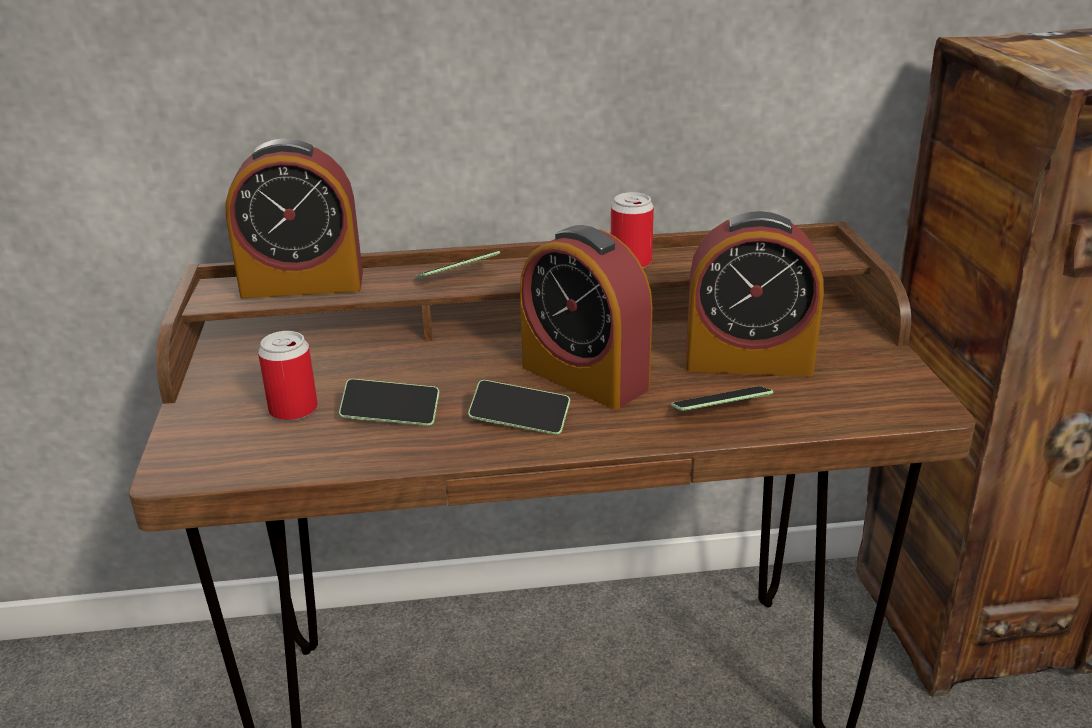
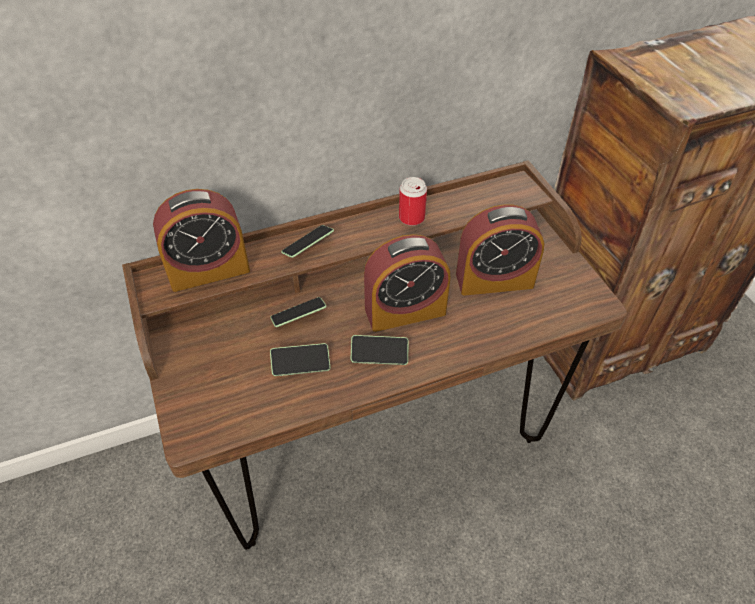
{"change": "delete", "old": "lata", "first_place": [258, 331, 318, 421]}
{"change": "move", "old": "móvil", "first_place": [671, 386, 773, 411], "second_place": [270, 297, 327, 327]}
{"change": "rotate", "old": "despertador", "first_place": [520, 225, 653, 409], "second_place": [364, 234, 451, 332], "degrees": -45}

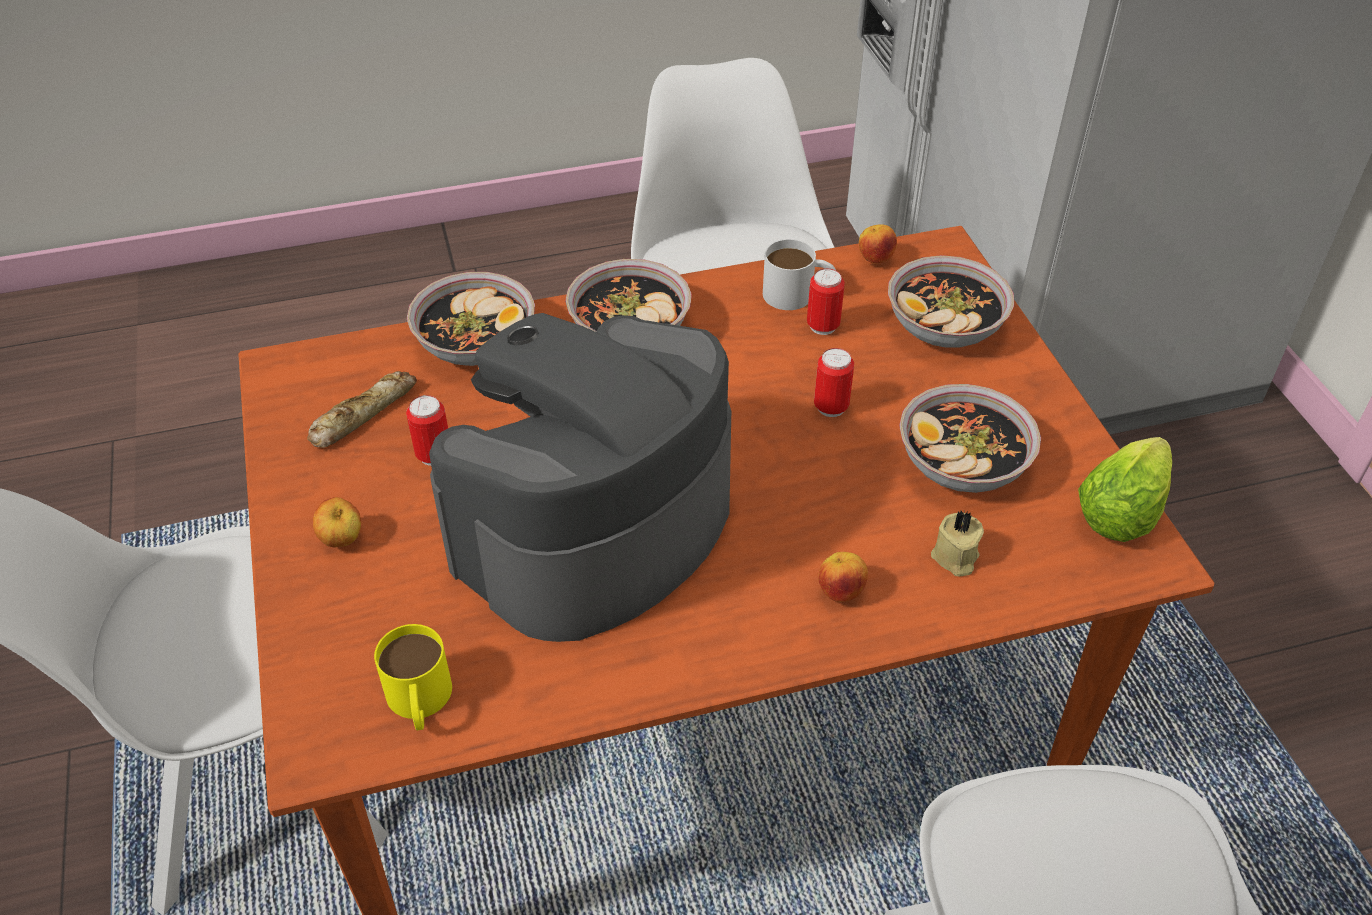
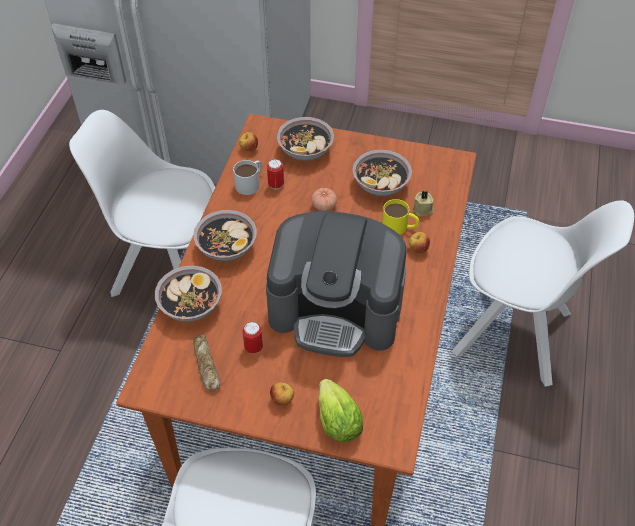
{"change": "move", "old": "taza grande/amarillo", "first_place": [374, 624, 452, 730], "second_place": [382, 199, 419, 235]}
{"change": "move", "old": "lechuga", "first_place": [1078, 437, 1172, 542], "second_place": [318, 379, 363, 442]}
{"change": "replace", "old": "lata", "new": "tomate", "first_place": [814, 348, 854, 417], "second_place": [311, 188, 337, 211]}
{"change": "rotate", "old": "cafetera", "first_place": [429, 313, 731, 642], "second_place": [266, 211, 407, 357], "degrees": -60}

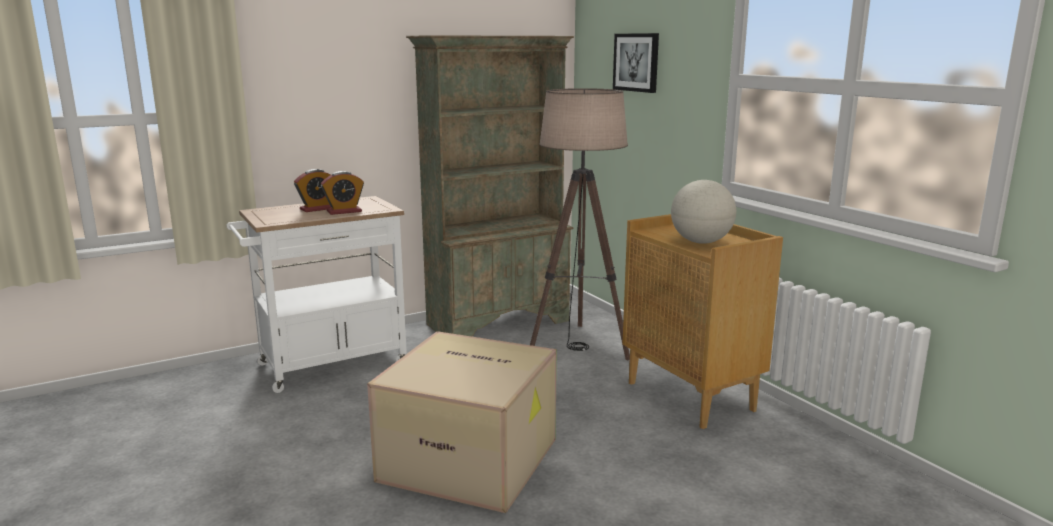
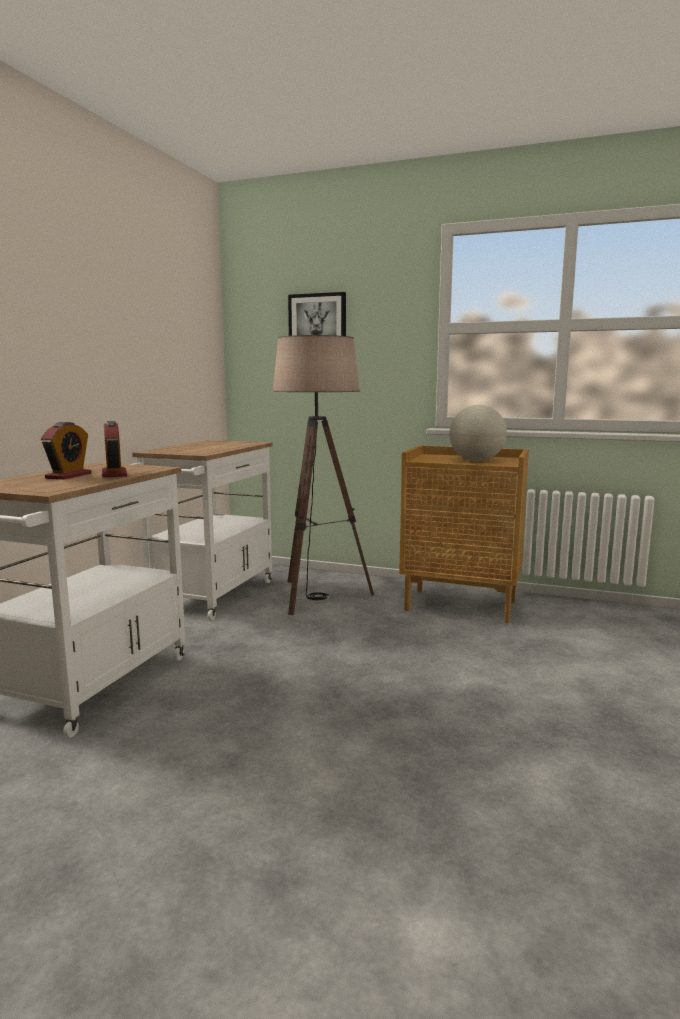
{"change": "delete", "old": "caja de cartón", "first_place": [367, 331, 557, 513]}
{"change": "replace", "old": "estantería/verde", "new": "carrito/blanco", "first_place": [406, 35, 574, 337], "second_place": [132, 440, 272, 620]}
{"change": "rotate", "old": "despertador", "first_place": [320, 171, 364, 215], "second_place": [102, 421, 127, 477], "degrees": 135}

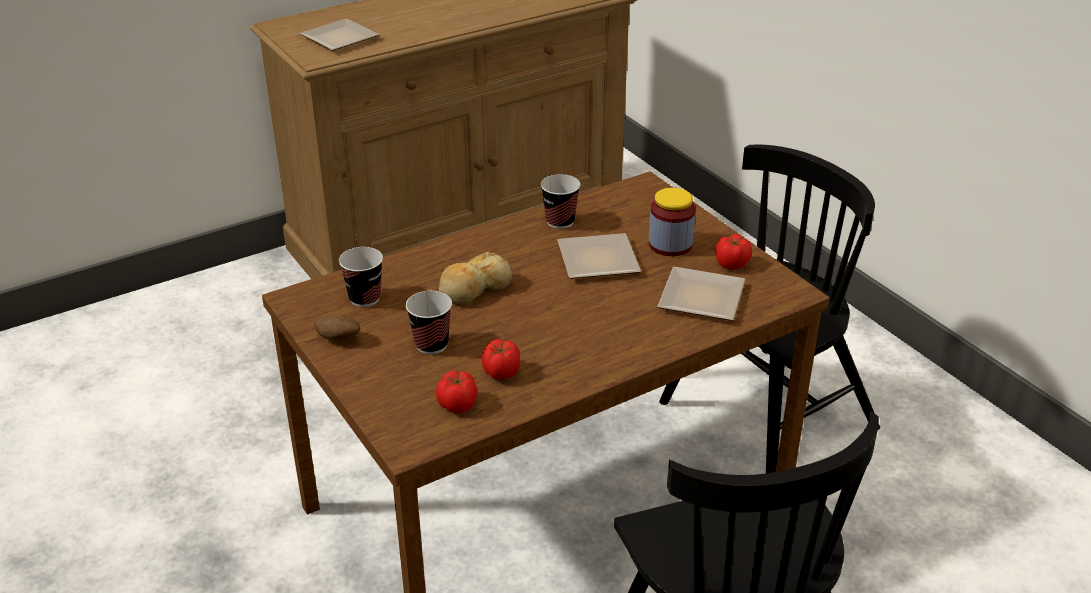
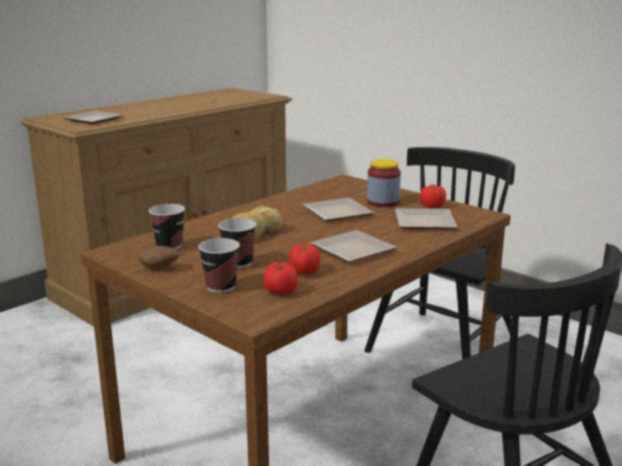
{"change": "insert", "new": "plato", "second_place": [310, 230, 397, 262]}
{"change": "move", "old": "taza", "first_place": [541, 174, 580, 229], "second_place": [198, 238, 240, 293]}

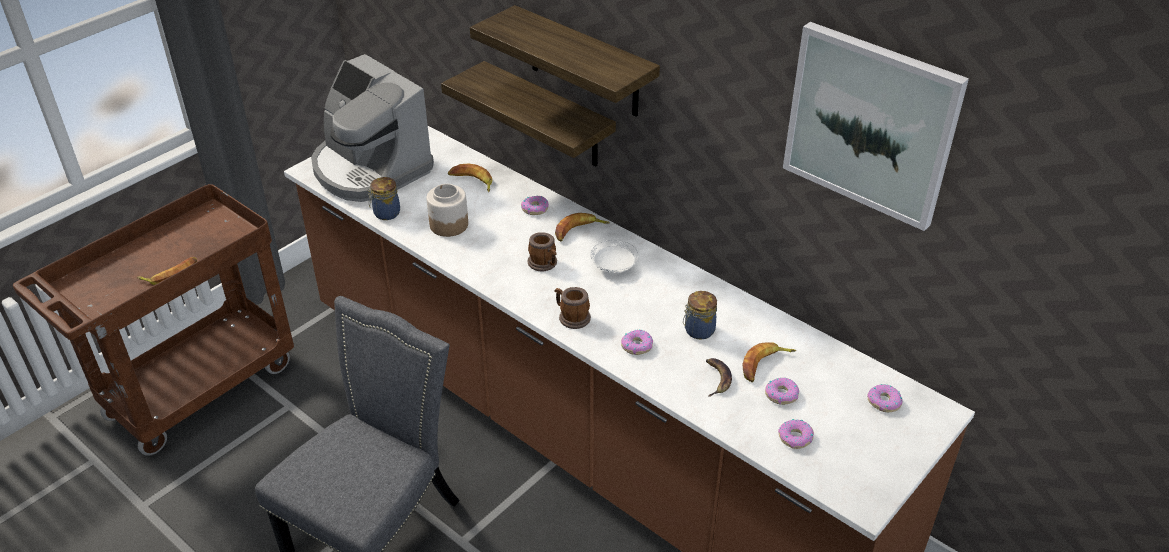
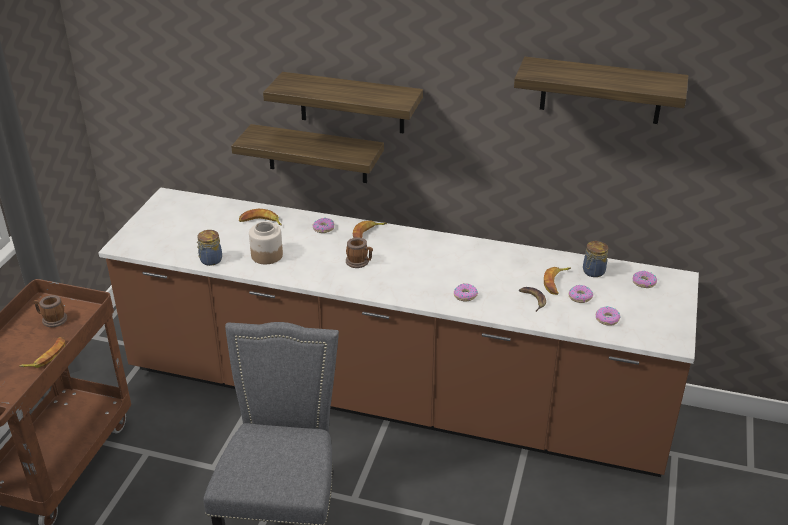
{"change": "delete", "old": "cafetera", "first_place": [311, 54, 434, 202]}
{"change": "delete", "old": "plato/blanco", "first_place": [590, 240, 639, 273]}
{"change": "move", "old": "taza grande", "first_place": [555, 287, 591, 329], "second_place": [33, 295, 67, 327]}
{"change": "move", "old": "tarro", "first_place": [683, 291, 717, 340], "second_place": [583, 241, 608, 277]}
{"change": "replace", "old": "cuadro", "new": "estante", "first_place": [783, 22, 969, 231], "second_place": [514, 57, 688, 124]}

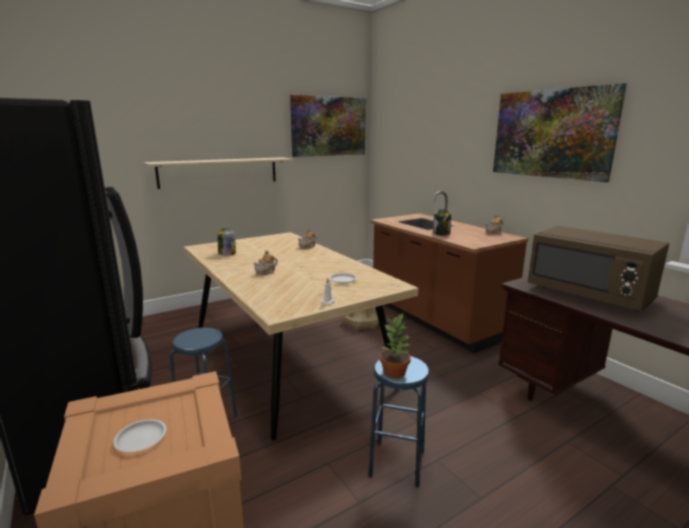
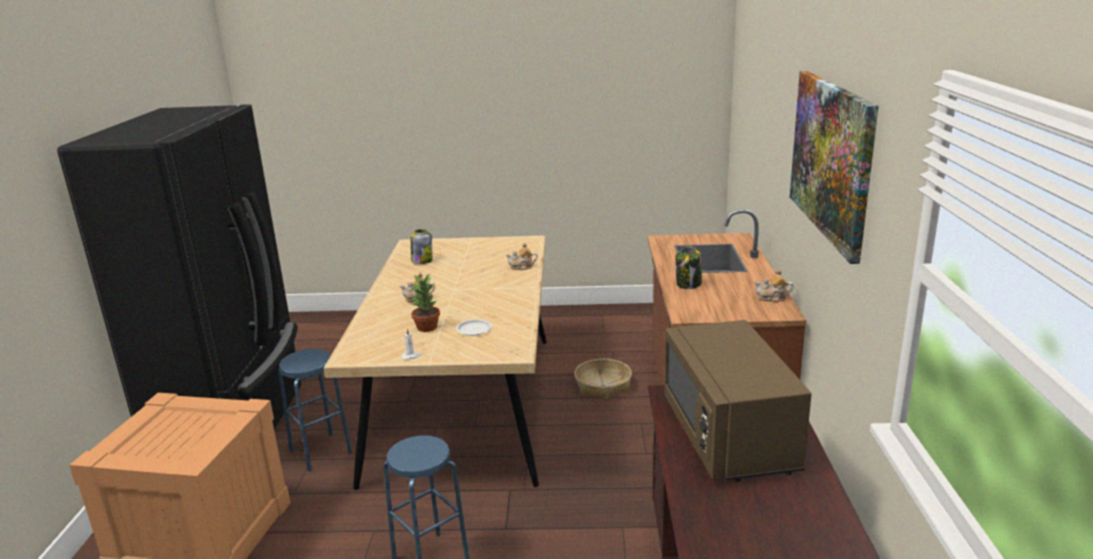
{"change": "delete", "old": "plato/blanco", "first_place": [113, 419, 166, 452]}
{"change": "delete", "old": "estante/beis", "first_place": [143, 157, 294, 189]}
{"change": "delete", "old": "cuadro", "first_place": [290, 95, 366, 157]}
{"change": "move", "old": "planta en maceta", "first_place": [380, 312, 411, 378], "second_place": [410, 274, 440, 332]}

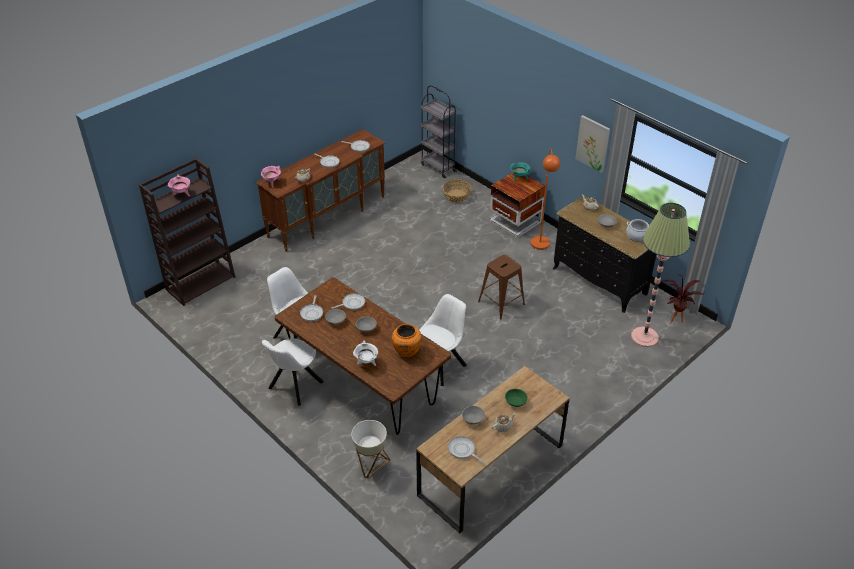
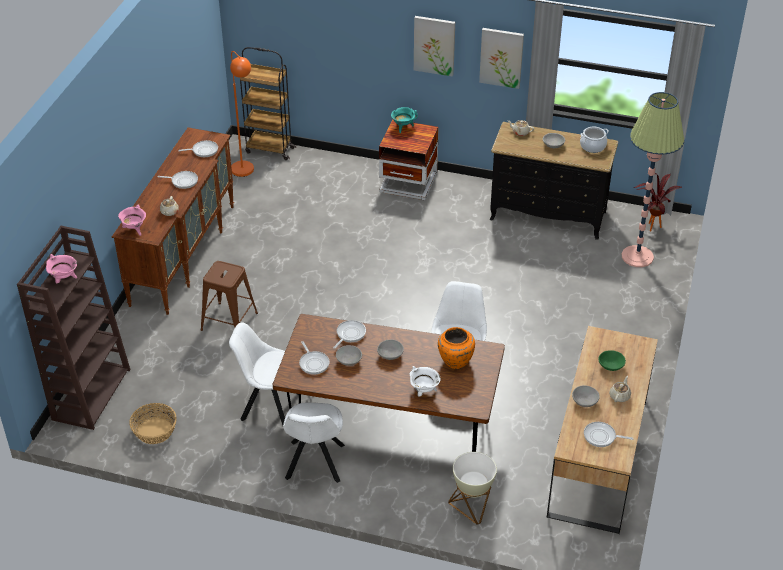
{"change": "insert", "new": "cuadro", "second_place": [414, 16, 455, 77]}
{"change": "move", "old": "cesta", "first_place": [442, 179, 472, 203], "second_place": [129, 403, 176, 444]}
{"change": "move", "old": "taburete/marrón", "first_place": [478, 255, 525, 319], "second_place": [201, 261, 258, 331]}
{"change": "move", "old": "lámpara de pie/naranja", "first_place": [531, 149, 560, 250], "second_place": [230, 51, 254, 177]}
{"change": "recolor", "old": "carrito/gris", "new": "carrito/marrón", "first_place": [421, 85, 457, 178], "second_place": [240, 47, 296, 160]}

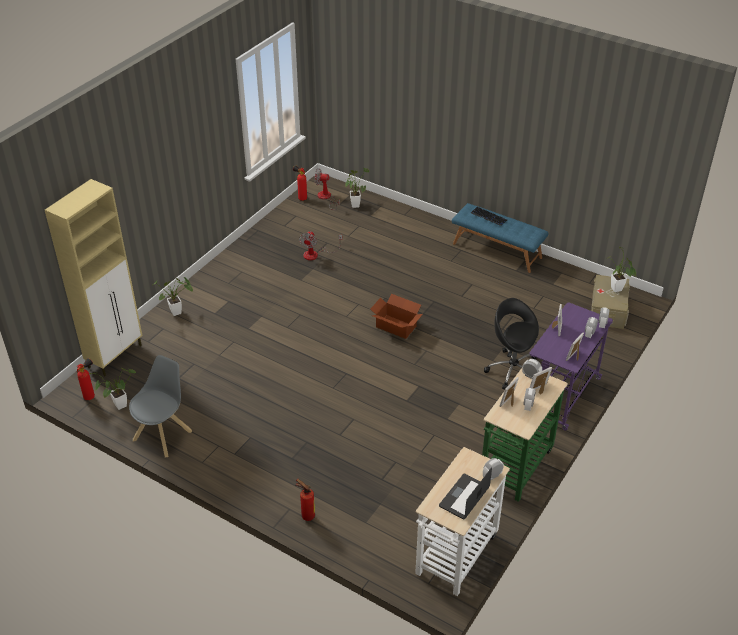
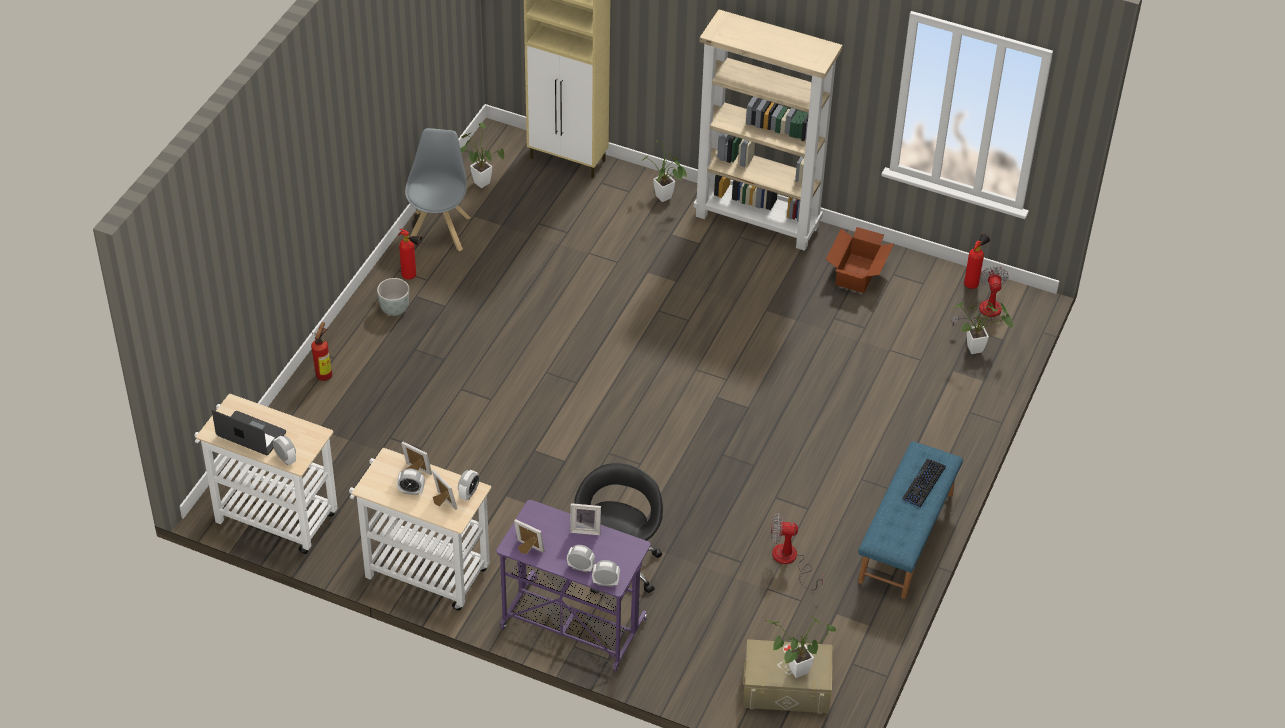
{"change": "insert", "new": "maceta/gris", "second_place": [377, 278, 409, 316]}
{"change": "insert", "new": "estantería/beis", "second_place": [694, 10, 842, 251]}
{"change": "move", "old": "extintor", "first_place": [77, 358, 95, 400], "second_place": [399, 229, 422, 280]}
{"change": "move", "old": "ventilador", "first_place": [299, 231, 342, 260], "second_place": [771, 513, 823, 590]}
{"change": "move", "old": "caja de cartón", "first_place": [371, 294, 423, 339], "second_place": [826, 227, 894, 293]}
{"change": "recolor", "old": "carrito/verde", "new": "carrito/blanco", "first_place": [482, 368, 568, 502], "second_place": [349, 448, 491, 611]}
{"change": "rotate", "old": "silla/gris", "first_place": [129, 355, 192, 458], "second_place": [405, 128, 470, 251], "degrees": -105}

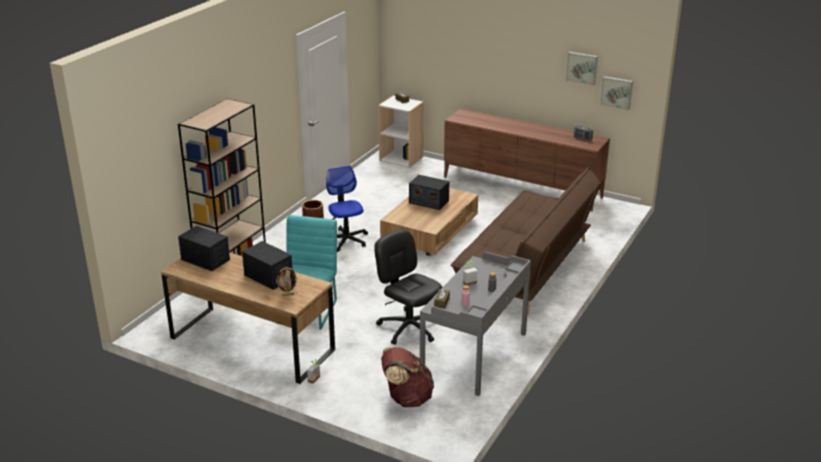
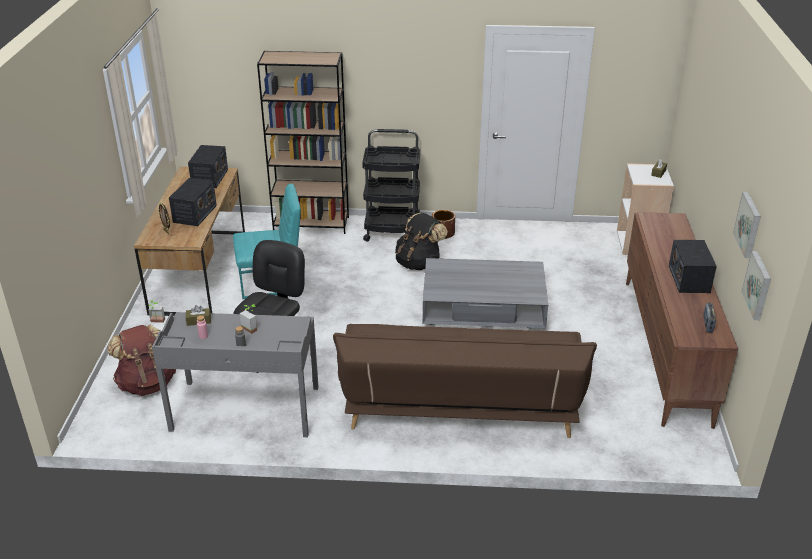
{"change": "insert", "new": "carrito/negro", "second_place": [362, 129, 420, 242]}
{"change": "move", "old": "radio", "first_place": [409, 175, 449, 210], "second_place": [669, 240, 717, 293]}
{"change": "replace", "old": "silla de oficina", "new": "mochila/negro", "first_place": [326, 166, 368, 252], "second_place": [395, 213, 448, 270]}
{"change": "recolor", "old": "mesa de centro/marrón", "new": "mesa de centro/gris", "first_place": [380, 188, 478, 256], "second_place": [423, 258, 548, 328]}

